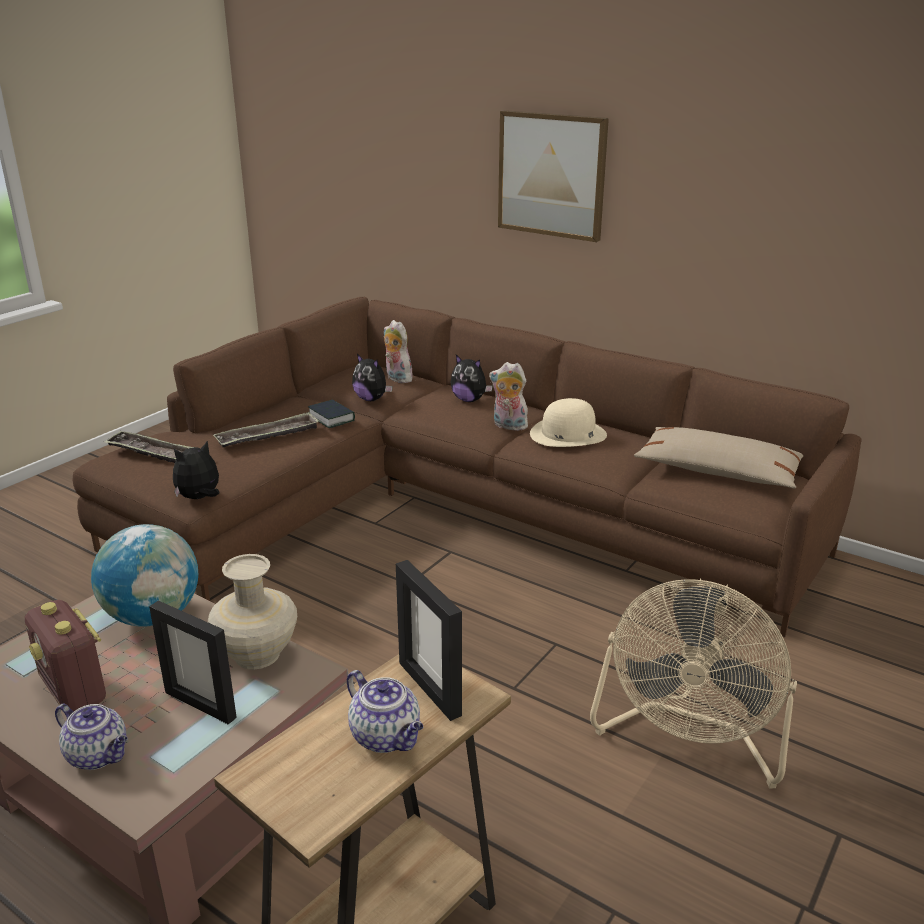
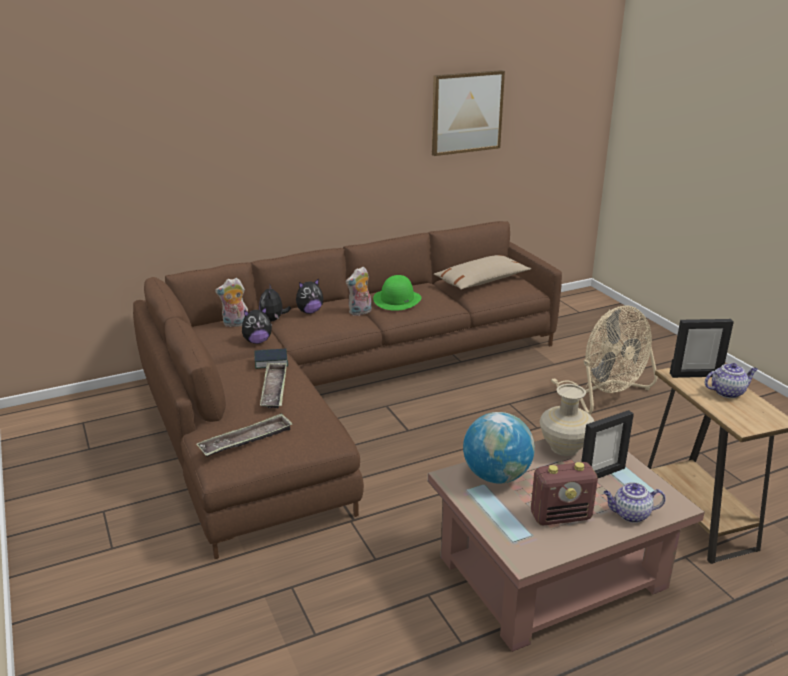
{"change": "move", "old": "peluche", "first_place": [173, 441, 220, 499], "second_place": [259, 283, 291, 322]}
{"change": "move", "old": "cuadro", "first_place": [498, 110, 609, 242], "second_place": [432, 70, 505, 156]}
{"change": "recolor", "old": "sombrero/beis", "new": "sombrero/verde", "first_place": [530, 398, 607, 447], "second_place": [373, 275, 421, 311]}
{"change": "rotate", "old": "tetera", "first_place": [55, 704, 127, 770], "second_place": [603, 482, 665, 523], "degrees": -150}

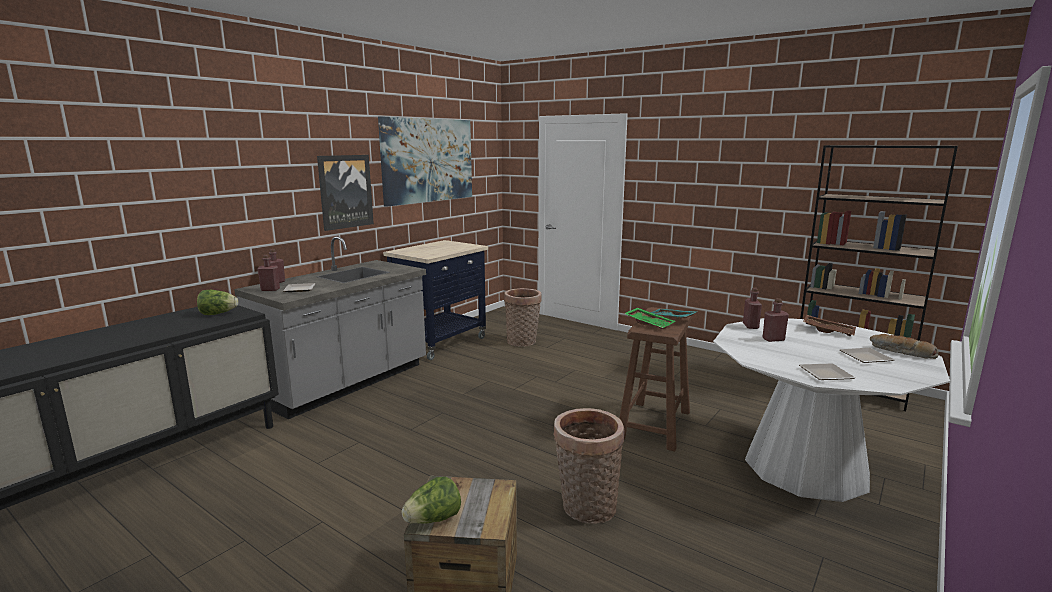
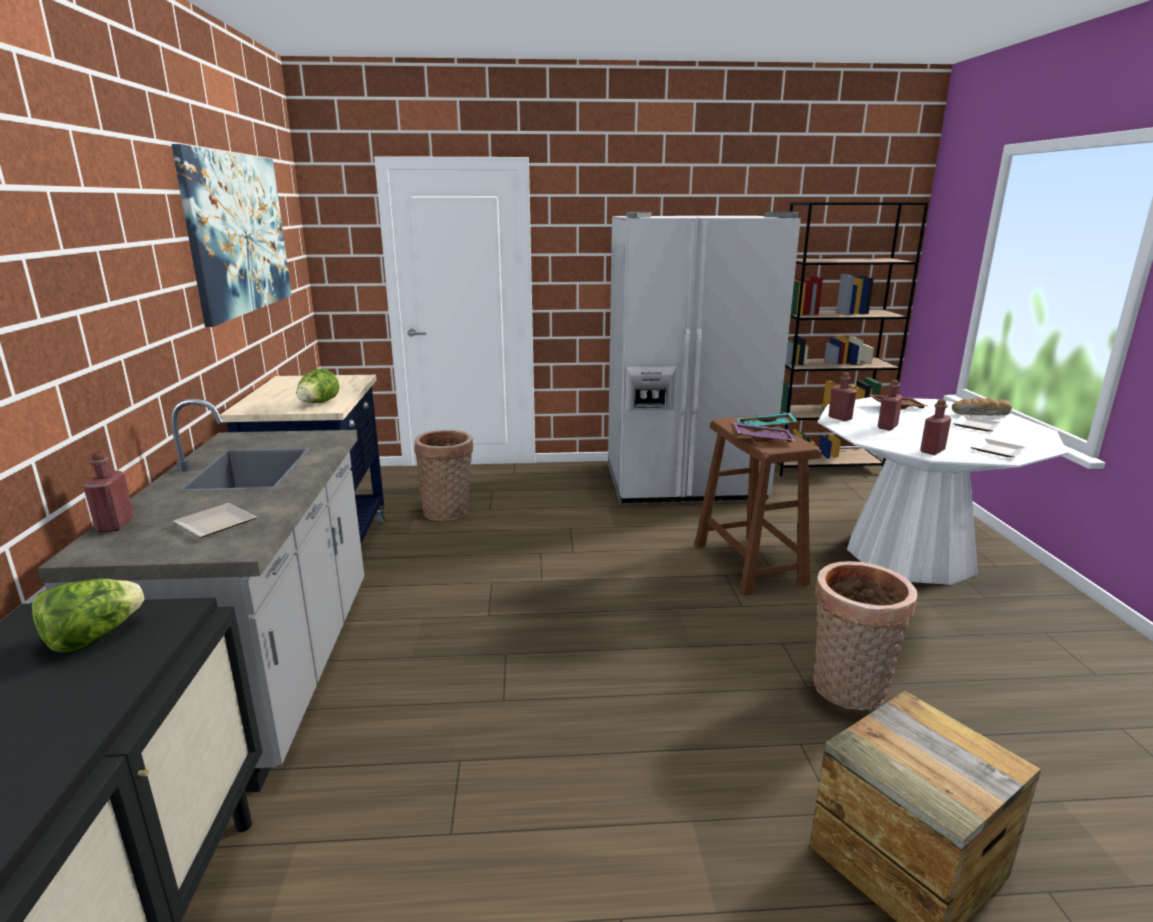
{"change": "delete", "old": "cuadro", "first_place": [317, 155, 374, 231]}
{"change": "insert", "new": "nevera/blanco", "second_place": [608, 212, 801, 504]}
{"change": "move", "old": "botella/rojo", "first_place": [257, 255, 280, 291], "second_place": [920, 399, 951, 455]}
{"change": "move", "old": "lechuga", "first_place": [401, 477, 461, 524], "second_place": [296, 368, 339, 403]}
{"change": "recolor", "old": "bandeja/verde", "new": "bandeja/morado", "first_place": [624, 308, 675, 329], "second_place": [733, 422, 796, 443]}

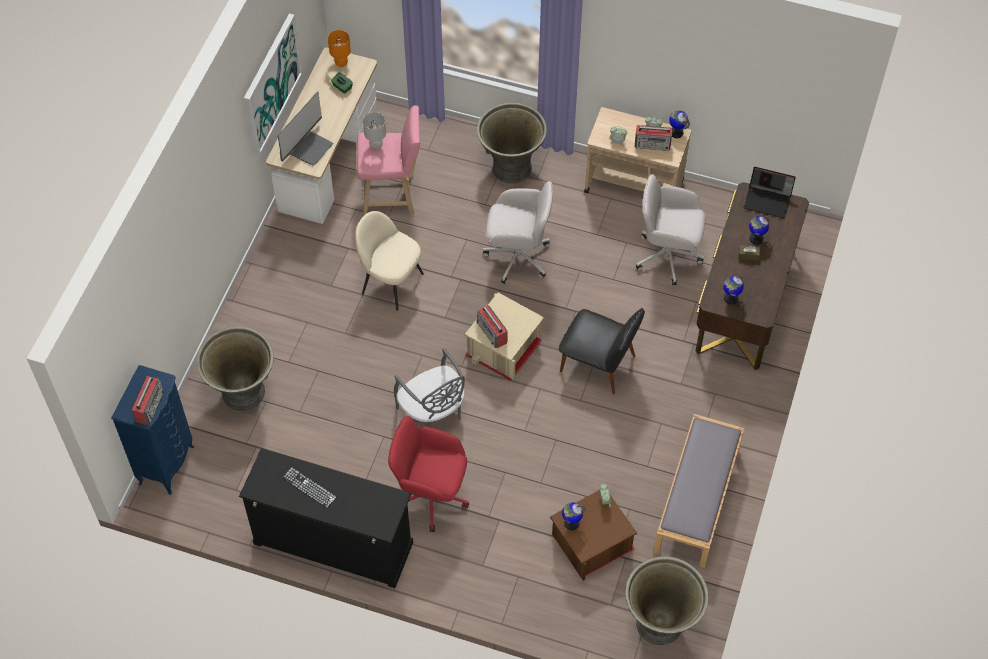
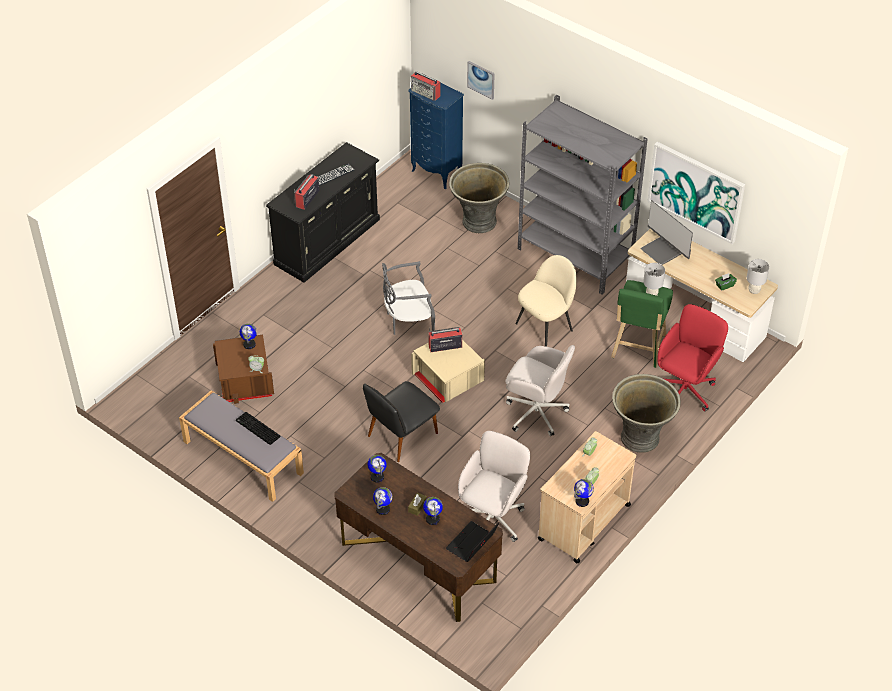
{"change": "delete", "old": "maceta/gris", "first_place": [625, 556, 709, 645]}
{"change": "insert", "new": "teclado", "second_place": [236, 412, 280, 445]}
{"change": "insert", "new": "globo terráqueo", "second_place": [373, 487, 393, 515]}
{"change": "insert", "new": "cuadro", "second_place": [467, 61, 495, 100]}
{"change": "insert", "new": "estantería/gris", "second_place": [518, 95, 648, 294]}
{"change": "move", "old": "silla de oficina/rojo", "first_place": [388, 416, 469, 532], "second_place": [658, 304, 728, 412]}
{"change": "move", "old": "radio", "first_place": [635, 125, 672, 151], "second_place": [294, 174, 320, 210]}
{"change": "recolor", "old": "lámpara de mesa/naranja", "new": "lámpara de mesa/gris", "first_place": [328, 30, 351, 67], "second_place": [747, 259, 769, 294]}
{"change": "recolor", "old": "taburete/rosa", "new": "taburete/verde", "first_place": [357, 105, 420, 216], "second_place": [611, 280, 673, 368]}
{"change": "rotate", "old": "silla de oficina/blanco", "first_place": [483, 181, 553, 284], "second_place": [505, 345, 575, 436], "degrees": -90}

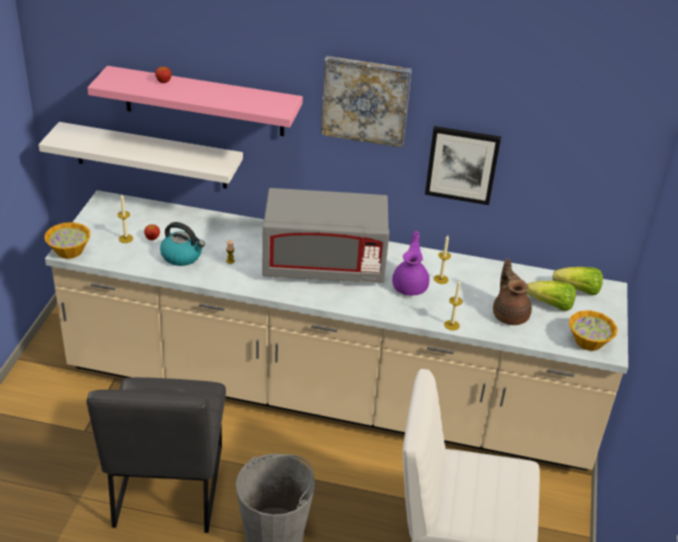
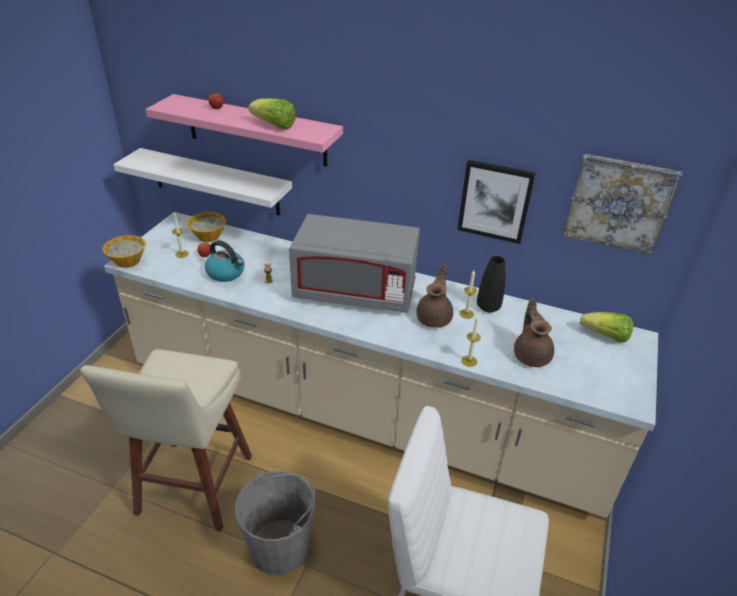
{"change": "insert", "new": "florero/negro", "second_place": [477, 256, 505, 312]}
{"change": "move", "old": "cuadro", "first_place": [321, 56, 412, 148], "second_place": [563, 154, 682, 255]}
{"change": "move", "old": "lechuga", "first_place": [525, 281, 576, 311], "second_place": [248, 98, 296, 130]}
{"change": "move", "old": "cuenco", "first_place": [569, 310, 618, 351], "second_place": [187, 212, 226, 242]}
{"change": "replace", "old": "silla/gris", "new": "taburete/beis", "first_place": [87, 377, 226, 533], "second_place": [80, 349, 252, 532]}
{"change": "recolor", "old": "tetera/morado", "new": "tetera/marrón", "first_place": [392, 231, 429, 296], "second_place": [416, 264, 453, 328]}

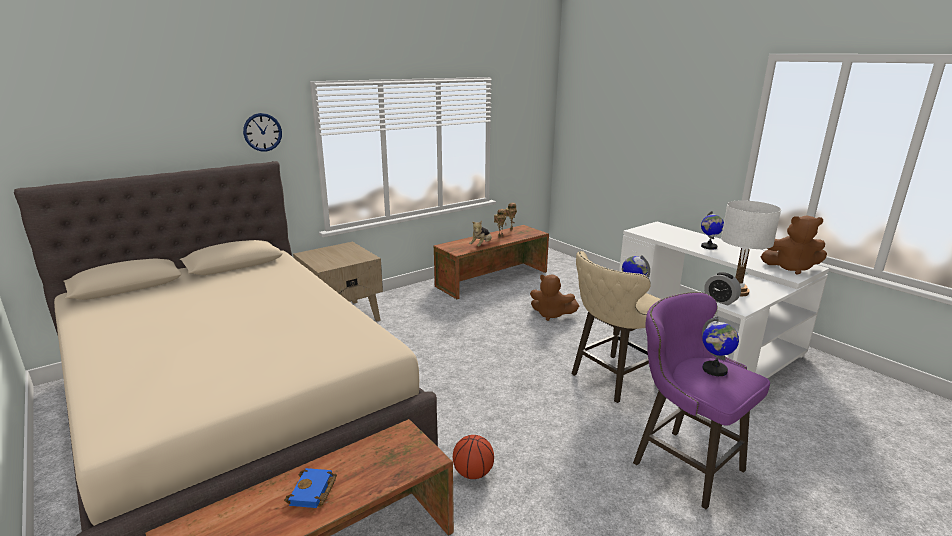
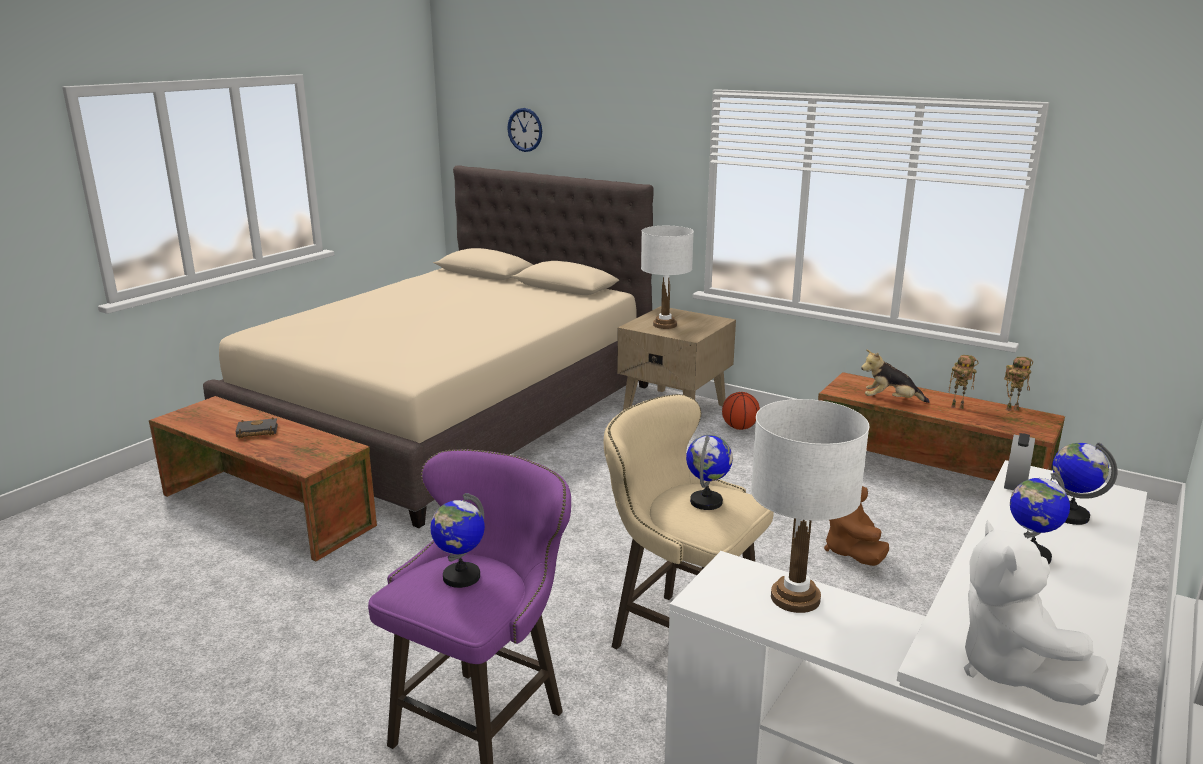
{"change": "insert", "new": "lámpara de mesa/blanco", "second_place": [641, 226, 694, 329]}
{"change": "insert", "new": "globo terráqueo", "second_place": [1052, 442, 1118, 525]}
{"change": "move", "old": "reloj de pared", "first_place": [243, 113, 282, 152], "second_place": [507, 108, 542, 152]}
{"change": "move", "old": "balón de baloncesto", "first_place": [453, 435, 494, 479], "second_place": [722, 392, 760, 430]}
{"change": "move", "old": "despertador", "first_place": [704, 272, 741, 305], "second_place": [1004, 433, 1035, 490]}
{"change": "recolor", "old": "libro/azul", "new": "libro/negro", "first_place": [284, 468, 337, 508], "second_place": [236, 417, 278, 438]}
{"change": "recolor", "old": "peluche/marrón", "new": "peluche/blanco", "first_place": [761, 216, 827, 275], "second_place": [964, 519, 1109, 706]}

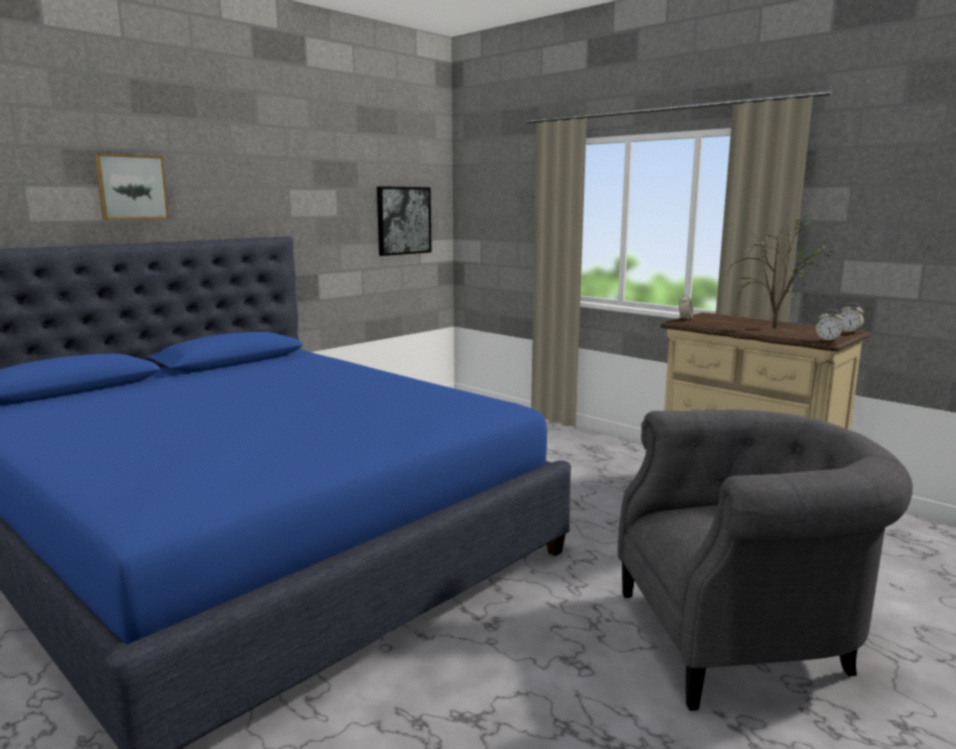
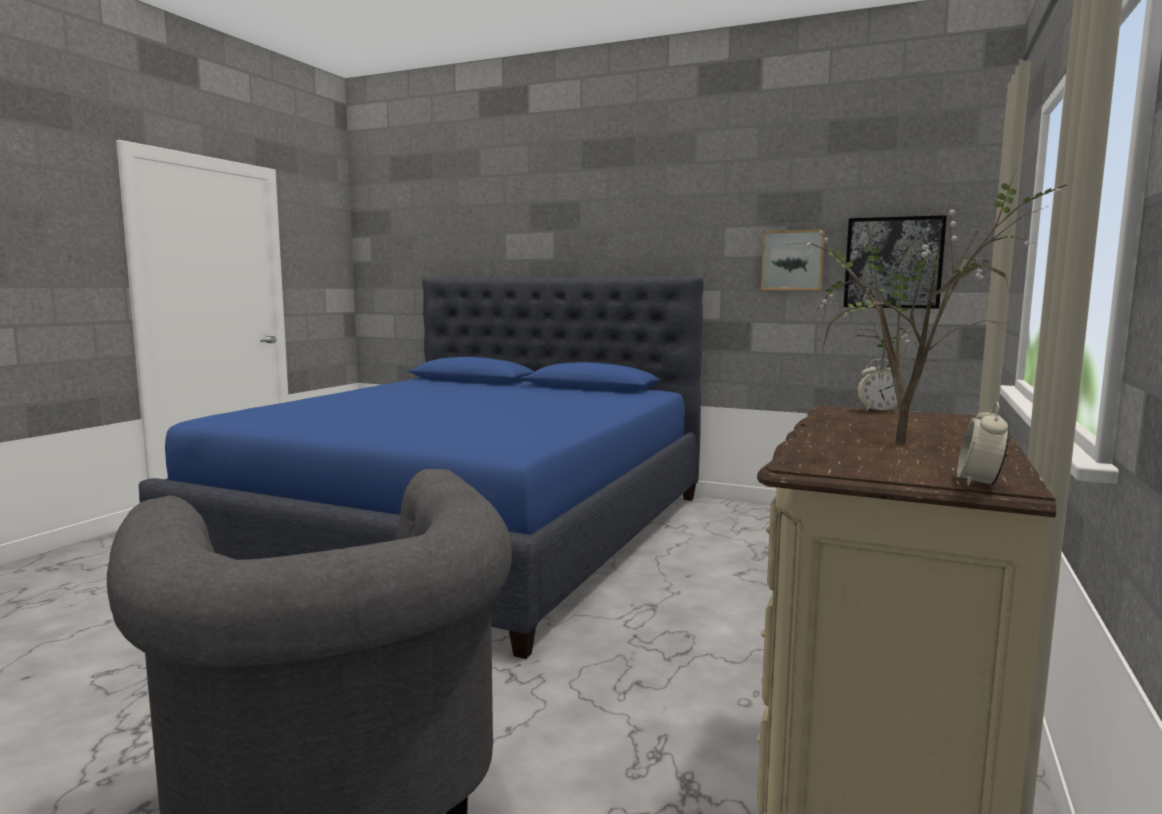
{"change": "delete", "old": "despertador", "first_place": [816, 309, 843, 342]}
{"change": "move", "old": "cuadro", "first_place": [94, 153, 169, 220], "second_place": [761, 229, 825, 290]}

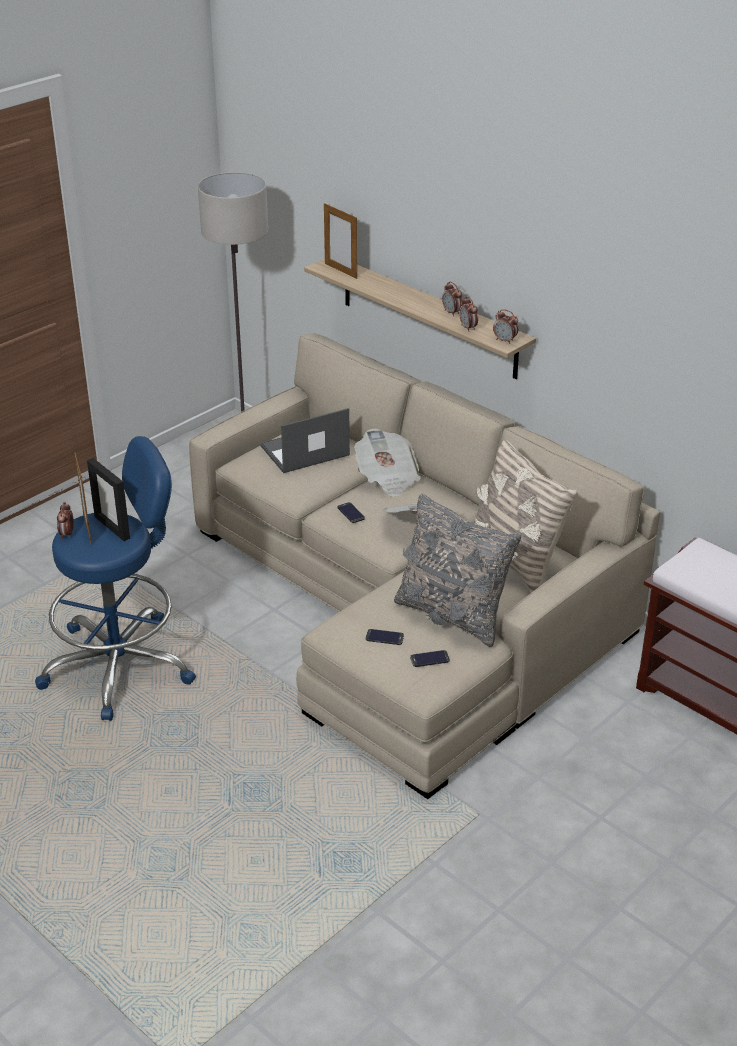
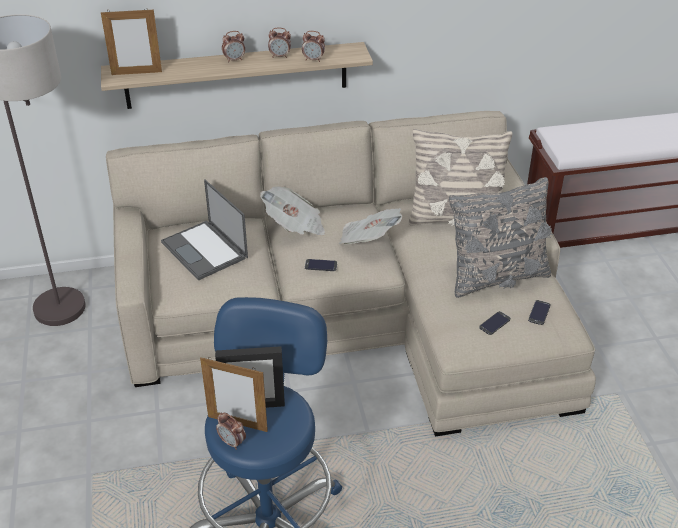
{"change": "move", "old": "despertador", "first_place": [493, 309, 518, 344], "second_place": [222, 31, 245, 63]}
{"change": "rotate", "old": "portátil", "first_place": [260, 408, 350, 473], "second_place": [161, 180, 248, 281], "degrees": -45}

